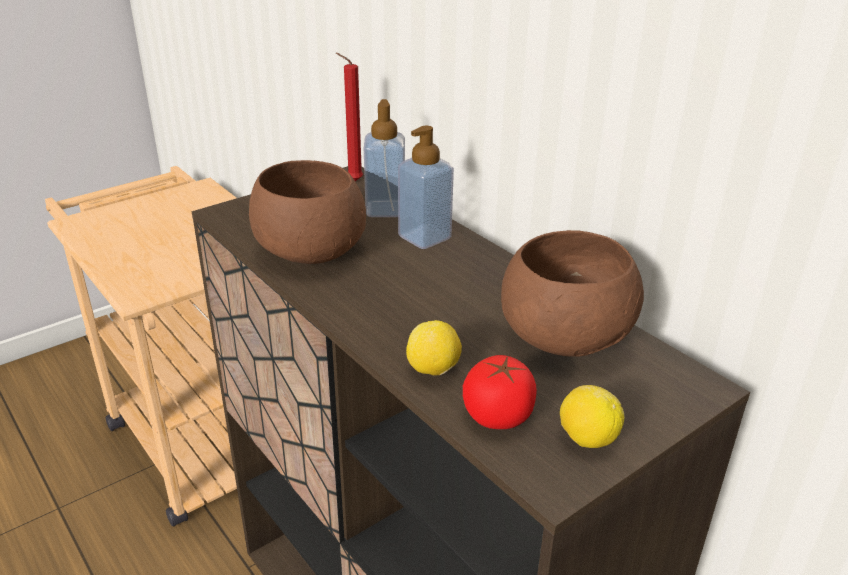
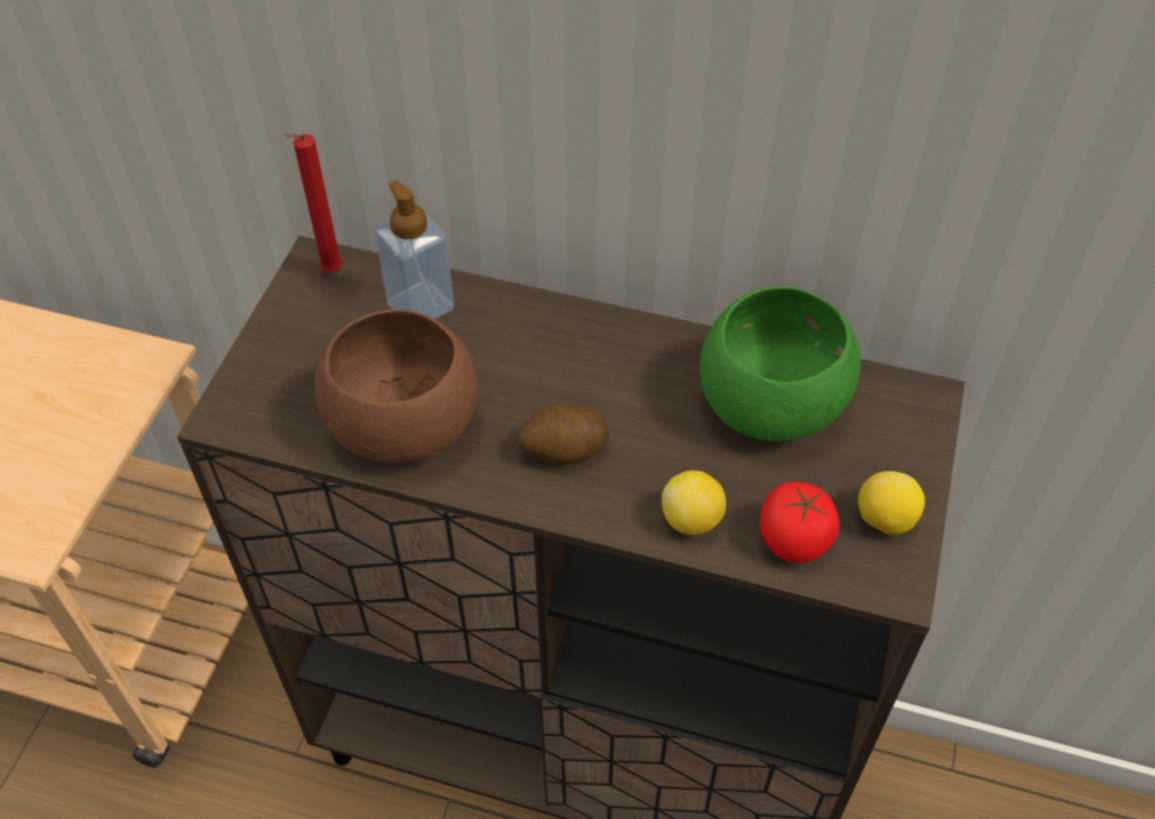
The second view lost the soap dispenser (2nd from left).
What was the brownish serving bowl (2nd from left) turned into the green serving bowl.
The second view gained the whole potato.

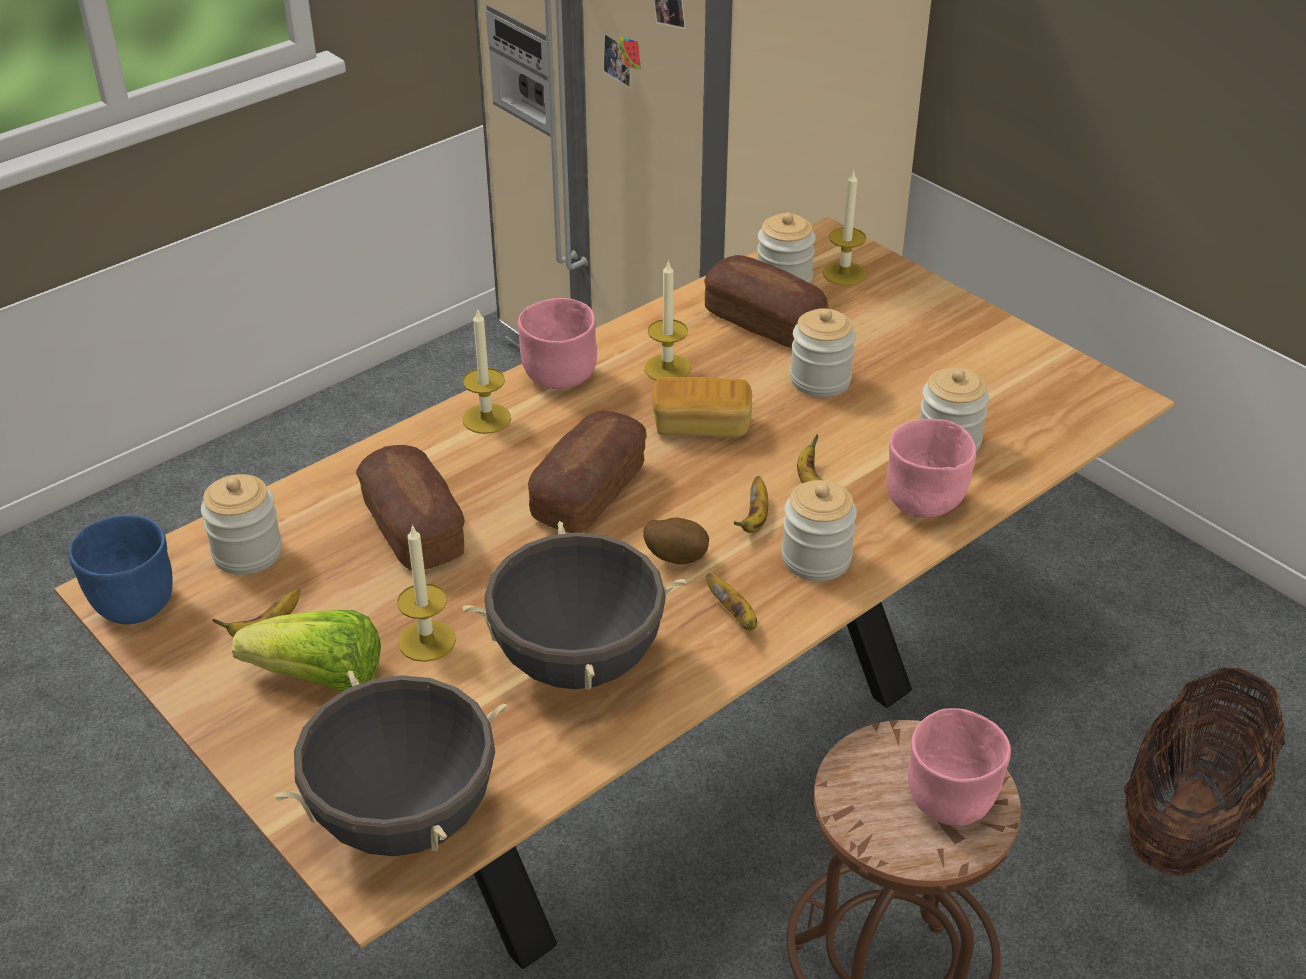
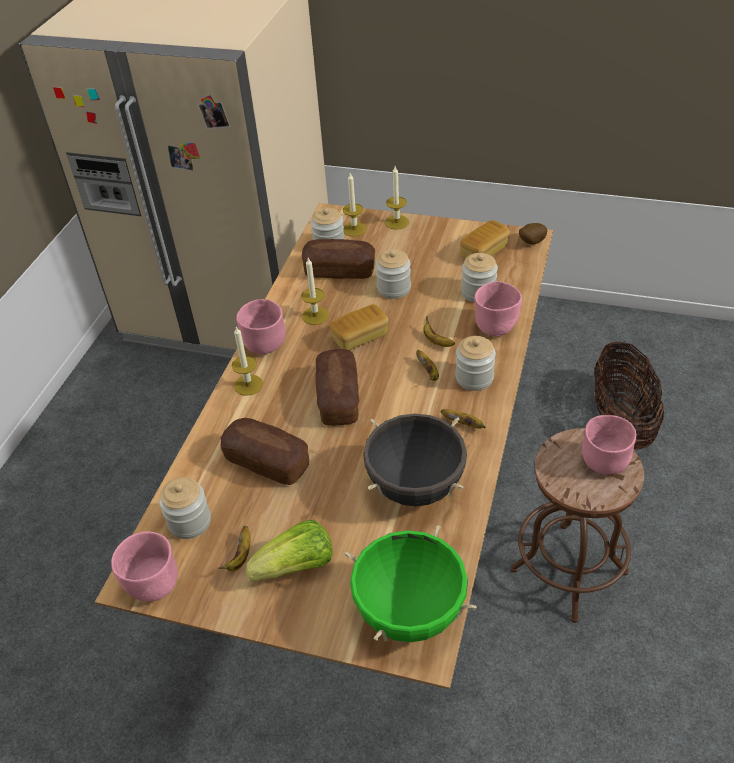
What was the bluish serving bowl turned into the pinkish serving bowl (1st from left).
The whole potato ended up elsewhere.
The candle (1st from left in the first image) ended up elsewhere.
What was the black-coloured saucepot (1st from left) turned into the green saucepot.
The second view gained the bread (5th from left).

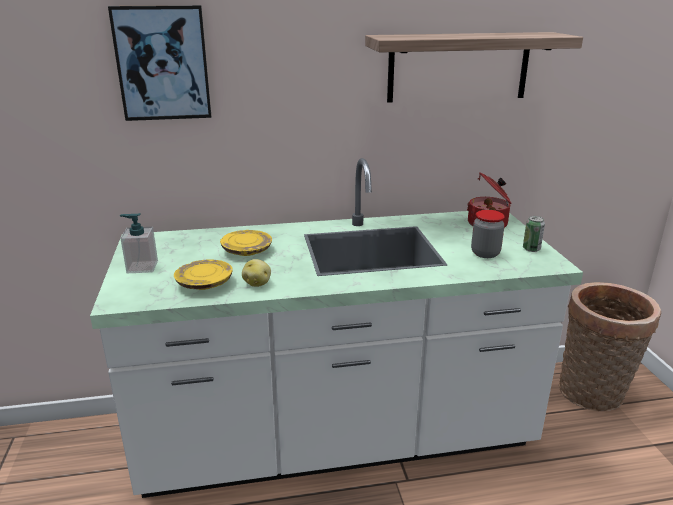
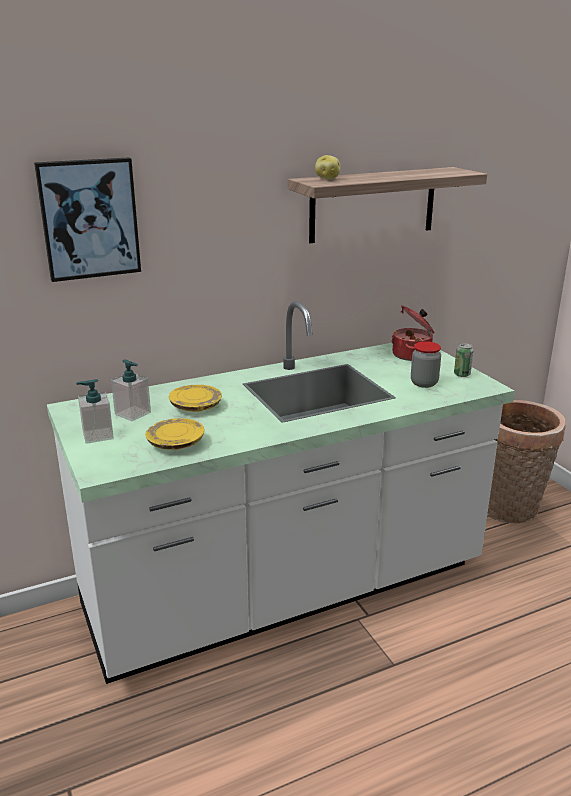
The whole potato ended up elsewhere.
The second view gained the soap dispenser (2nd from left).

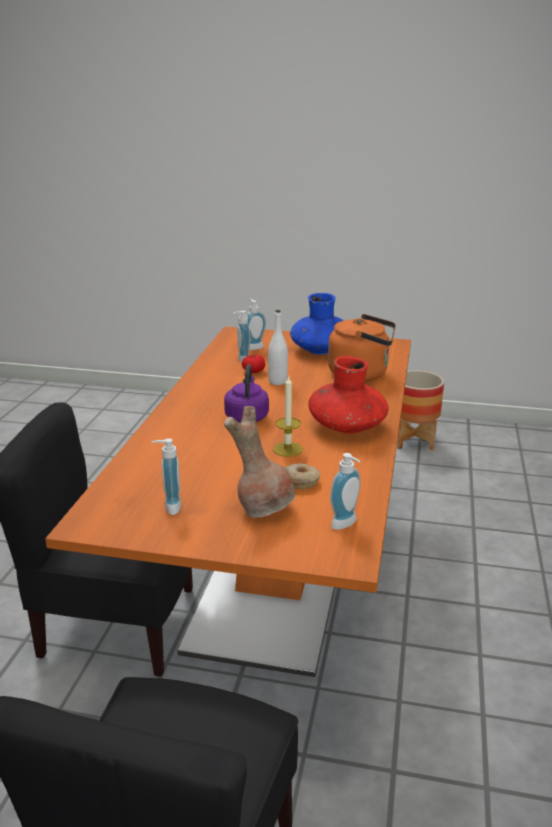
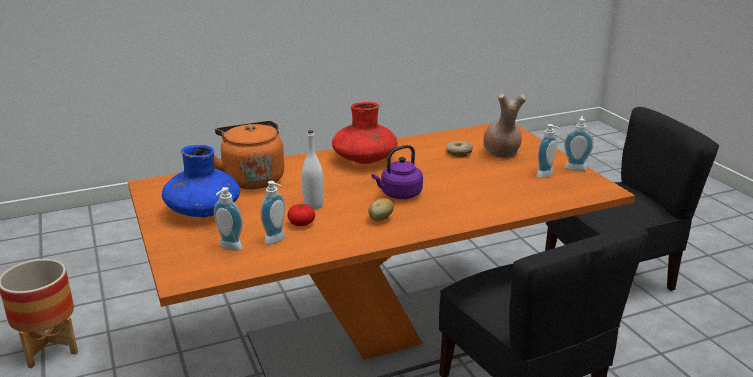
The second view lost the candle.
The soap dispenser (4th from left) ended up elsewhere.
The second view gained the whole potato.

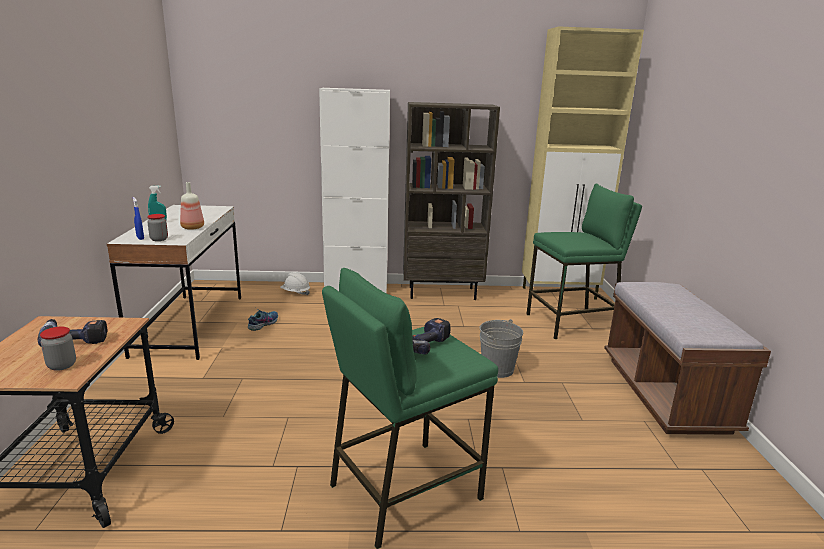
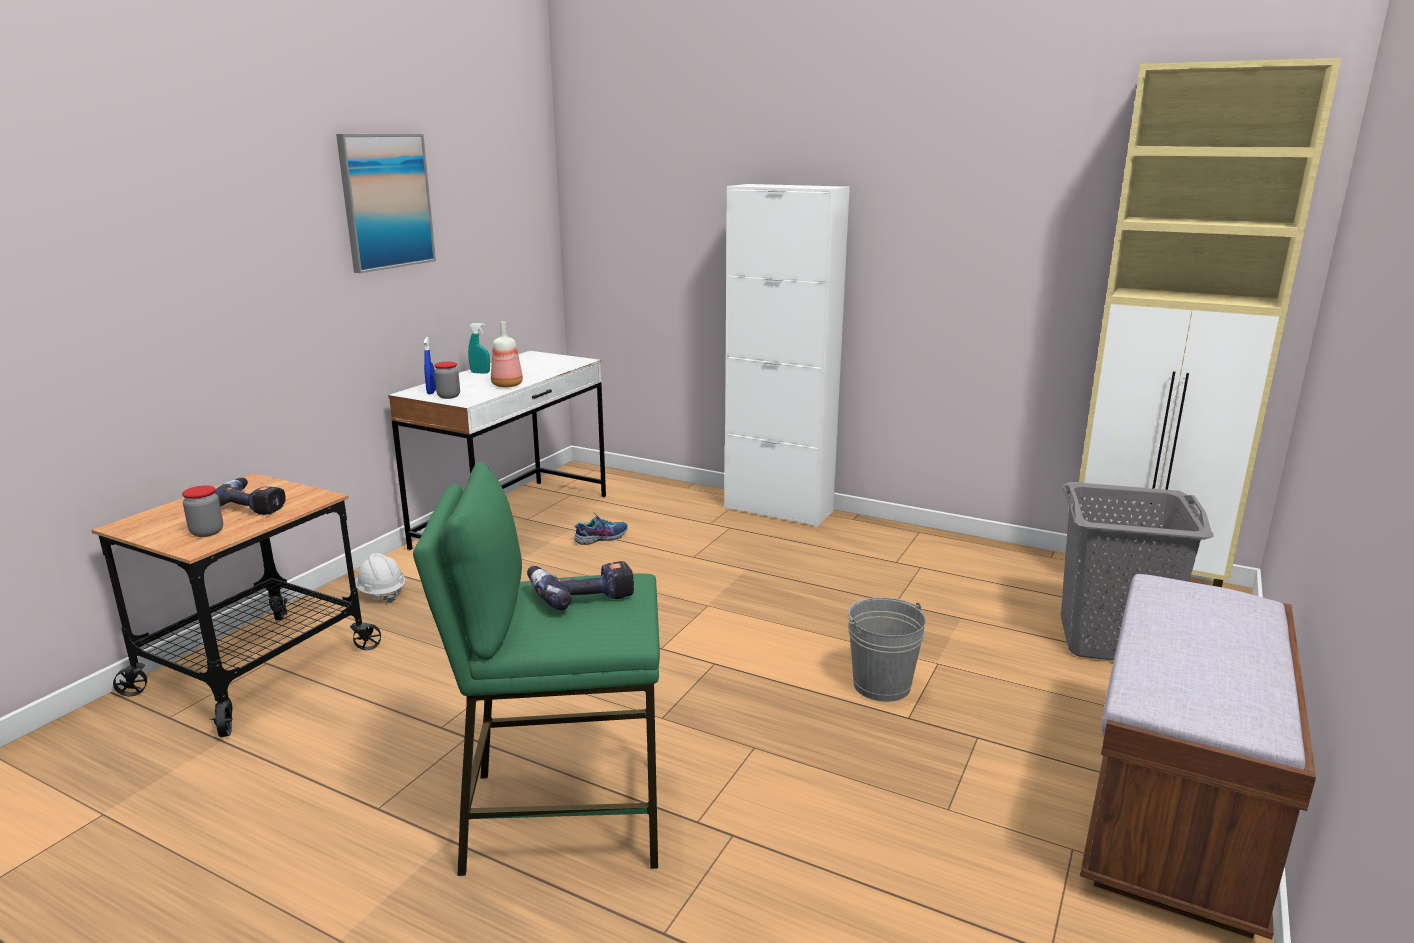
The second view lost the brownish shelving unit.
Where the green stool (2nd from left) stood, the gray laundry basket came to stand.
The white-coloured safety helmet ended up elsewhere.
The second view gained the wall art.

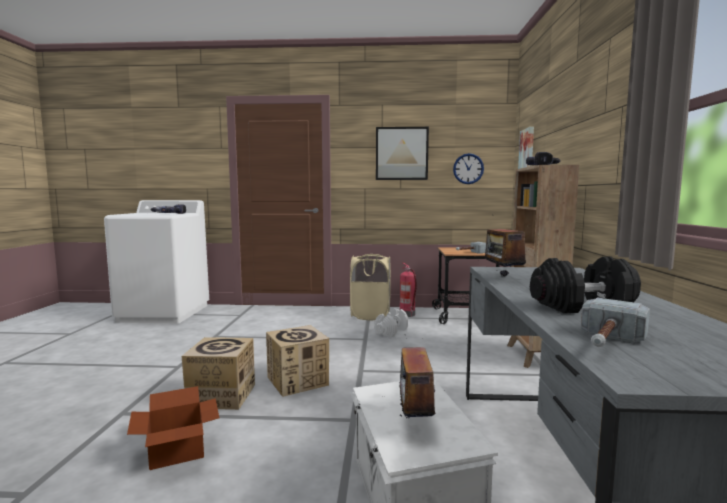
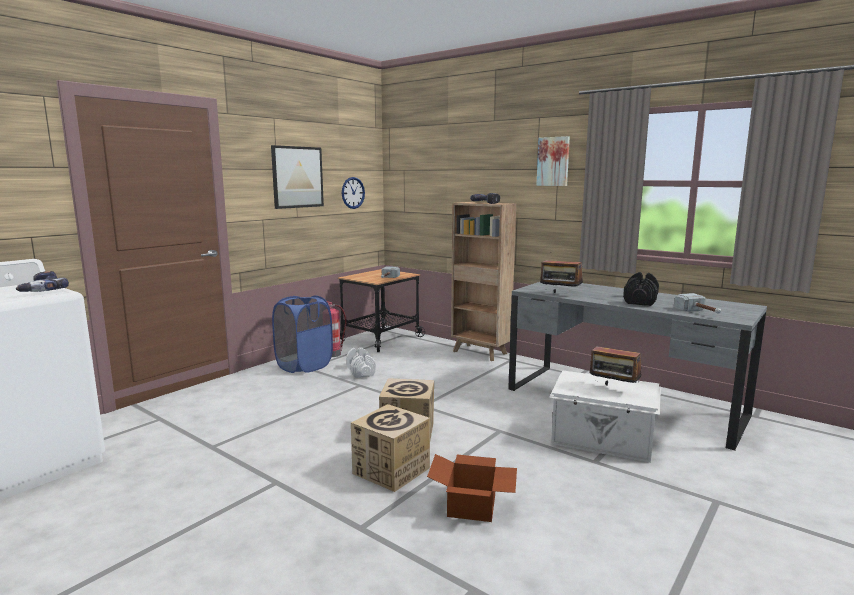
The wall art (2nd from left) ended up elsewhere.
What was the beige laundry basket turned into the bluish laundry basket.

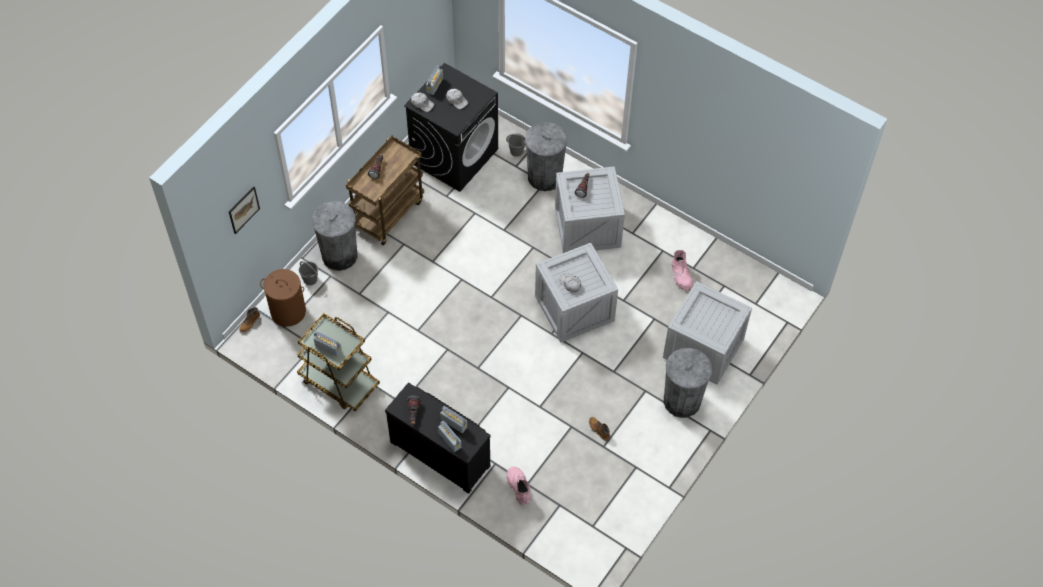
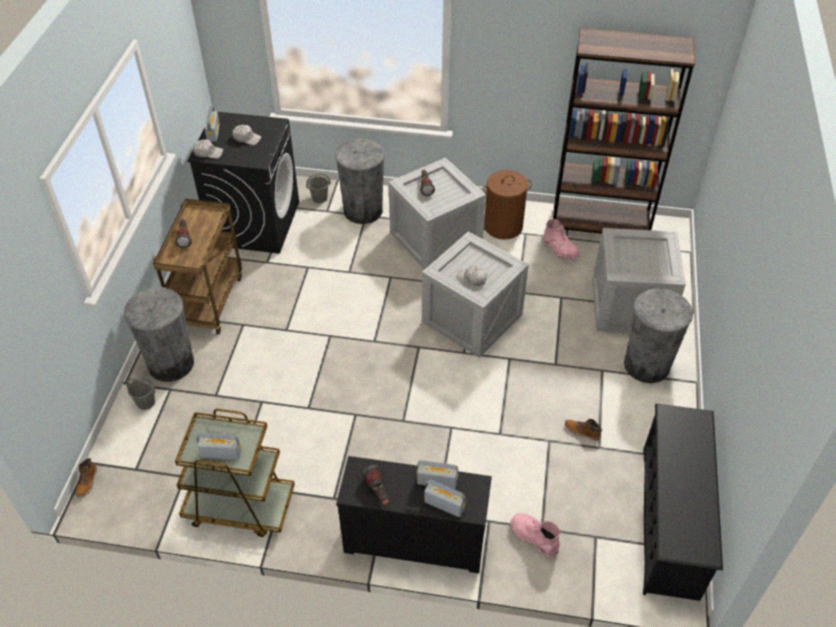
The second view lost the wall art.
The brownish laundry basket ended up elsewhere.
The second view gained the brownish shelving unit.
The second view gained the black-coloured shoe rack.

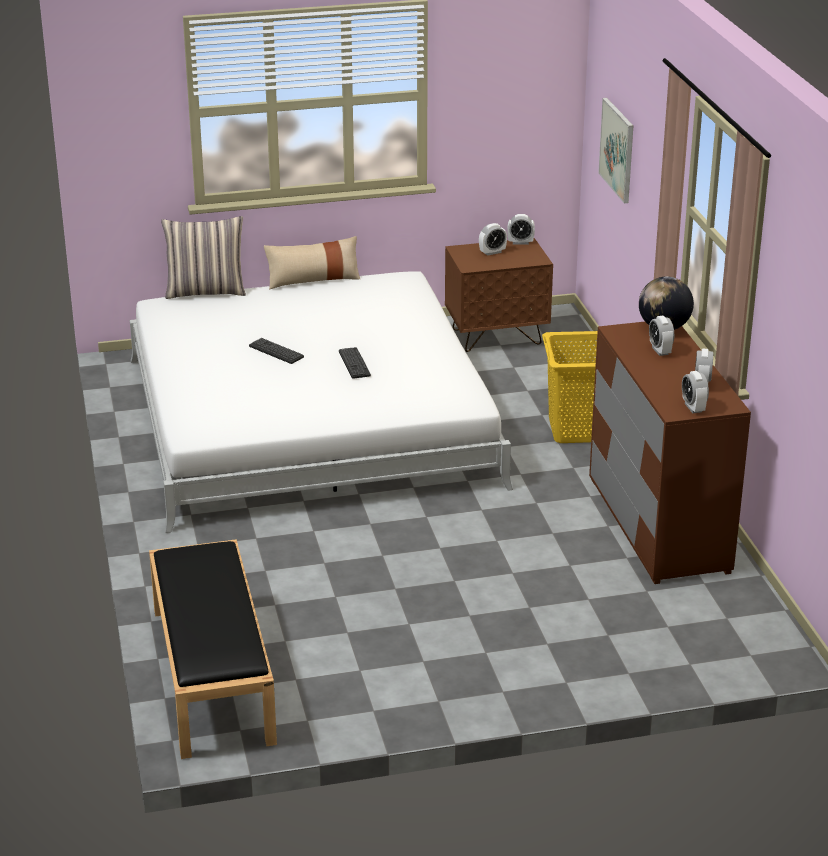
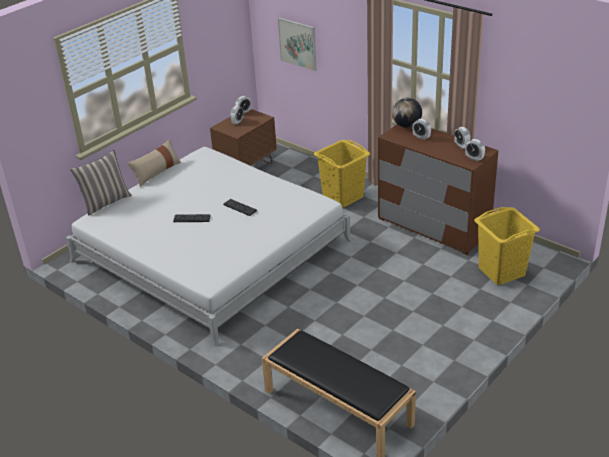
The second view gained the yellow laundry basket (2nd from left).

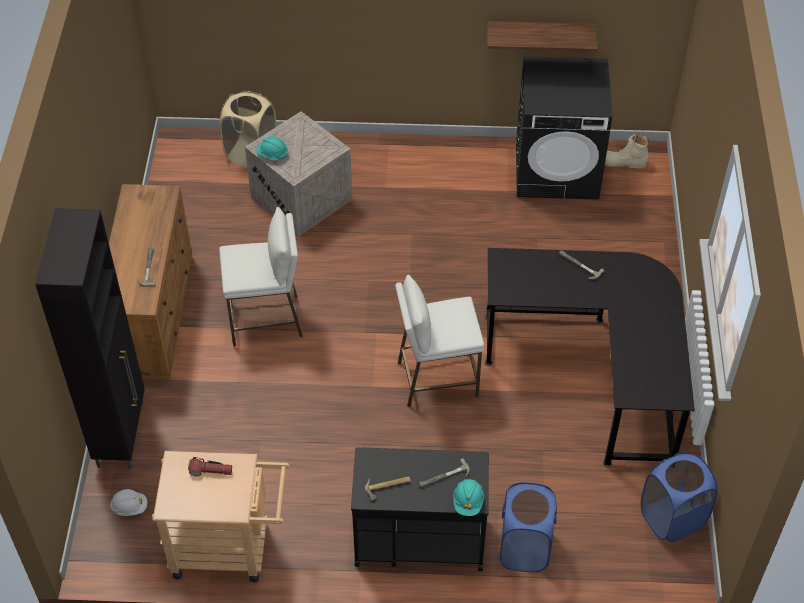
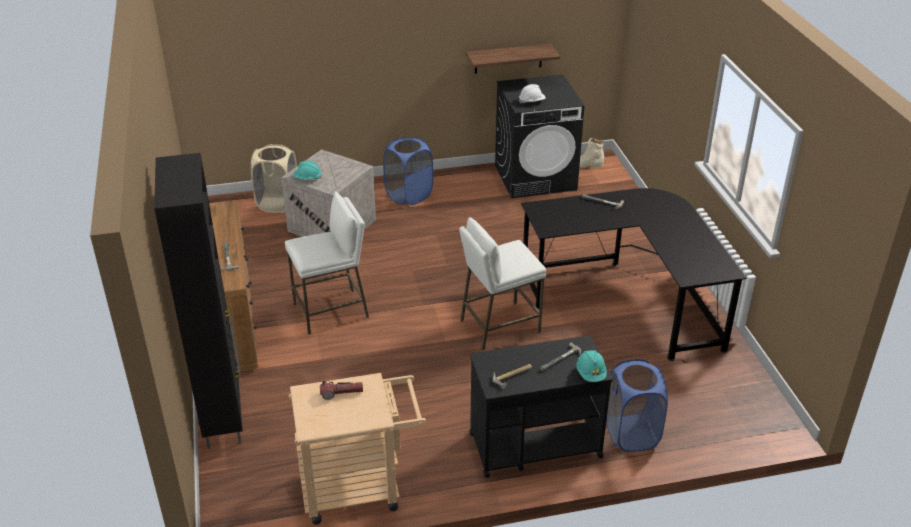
The bluish laundry basket (2nd from left in the first image) ended up elsewhere.
The white-coloured safety helmet ended up elsewhere.

